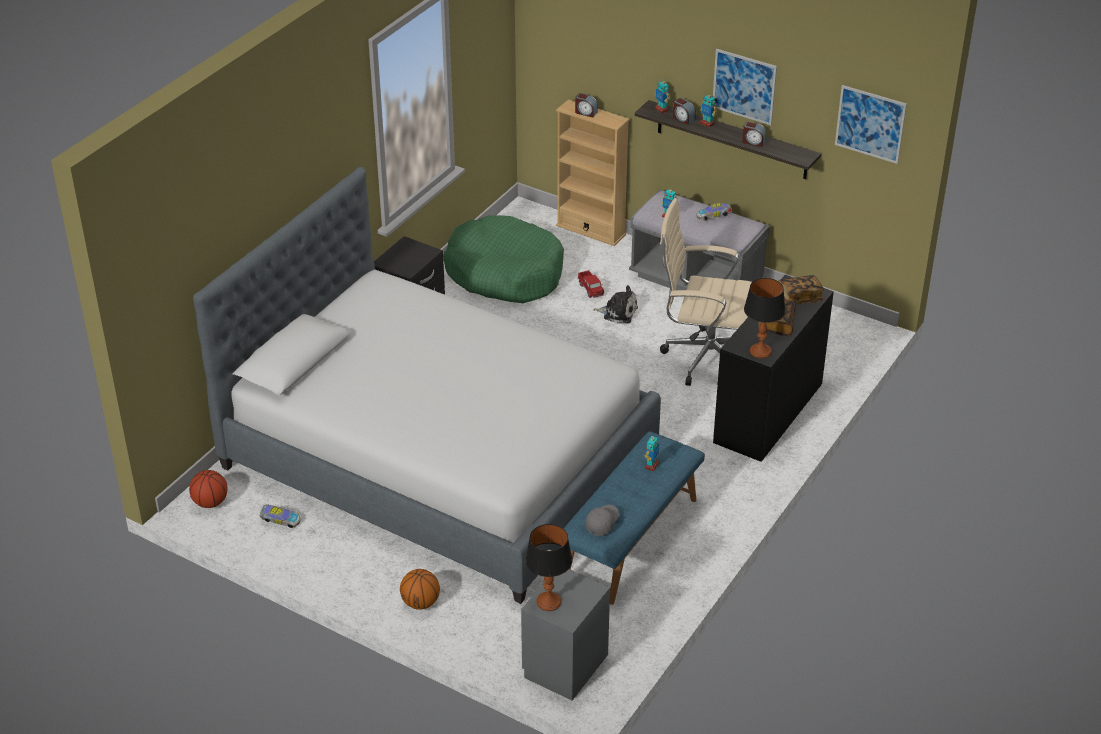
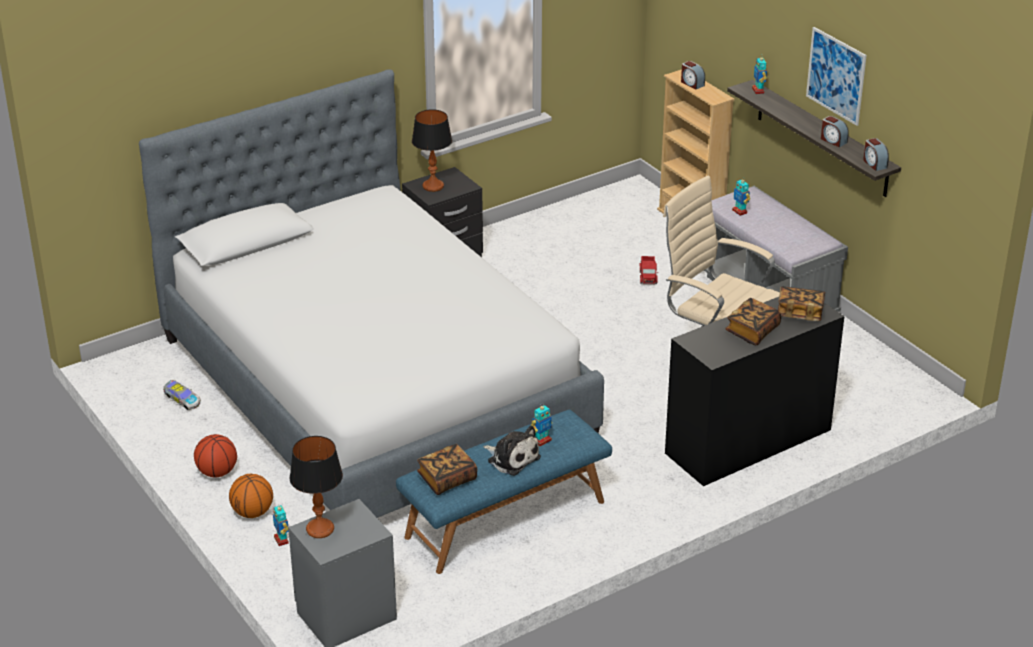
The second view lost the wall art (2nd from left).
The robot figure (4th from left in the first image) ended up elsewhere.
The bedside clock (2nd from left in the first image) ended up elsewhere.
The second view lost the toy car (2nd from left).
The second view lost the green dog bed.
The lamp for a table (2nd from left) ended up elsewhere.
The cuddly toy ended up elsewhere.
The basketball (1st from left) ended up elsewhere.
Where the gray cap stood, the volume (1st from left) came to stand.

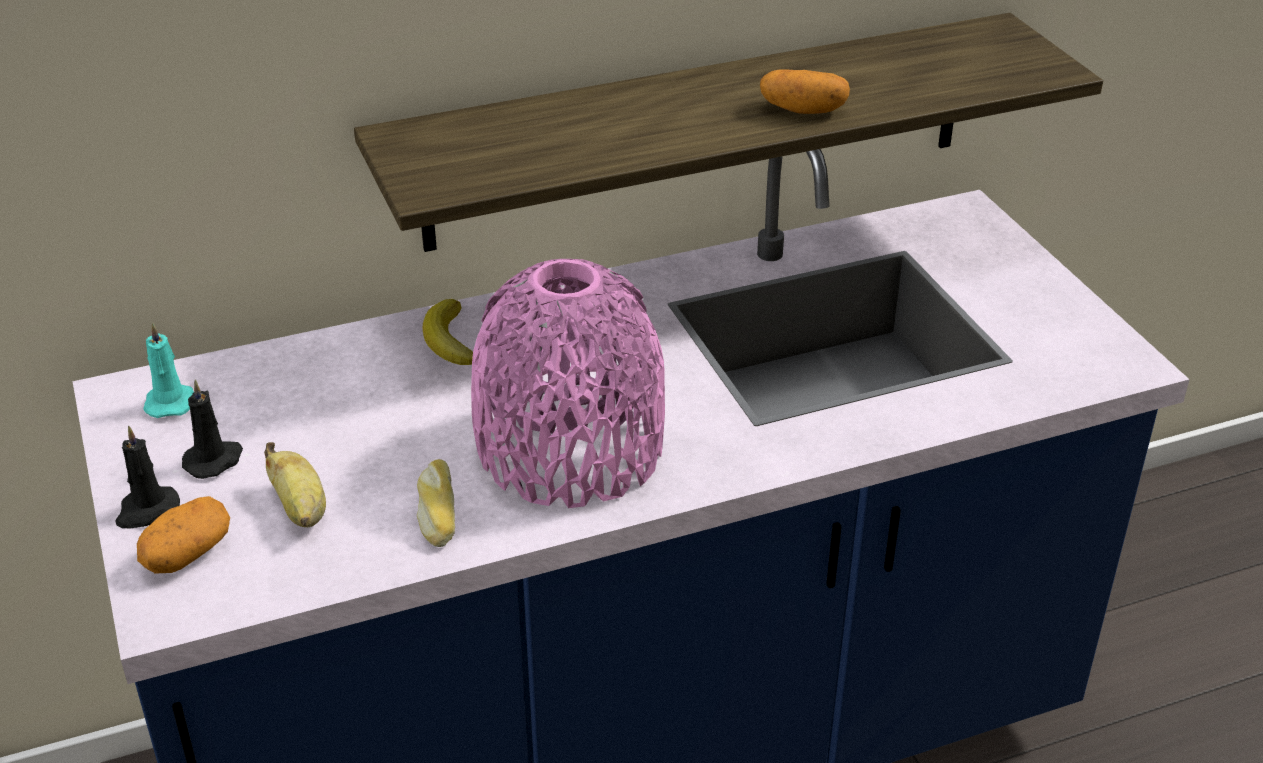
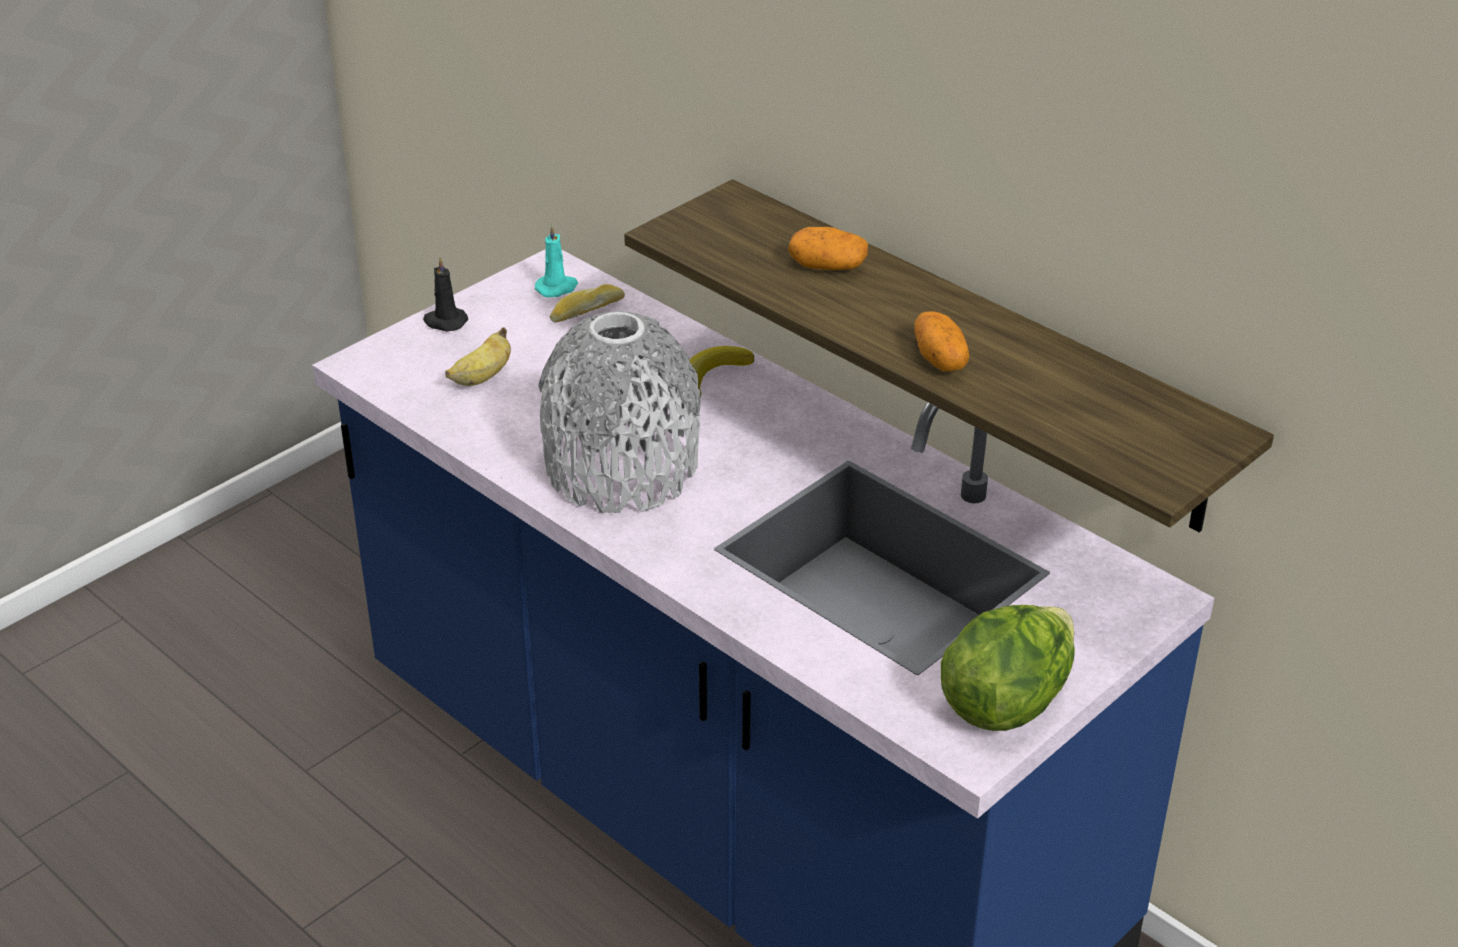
What was the pinkish vase turned into the gray vase.
The second view lost the black-coloured candle (2nd from left).
The bread ended up elsewhere.
The whole potato (1st from left) ended up elsewhere.
The second view gained the lettuce head.

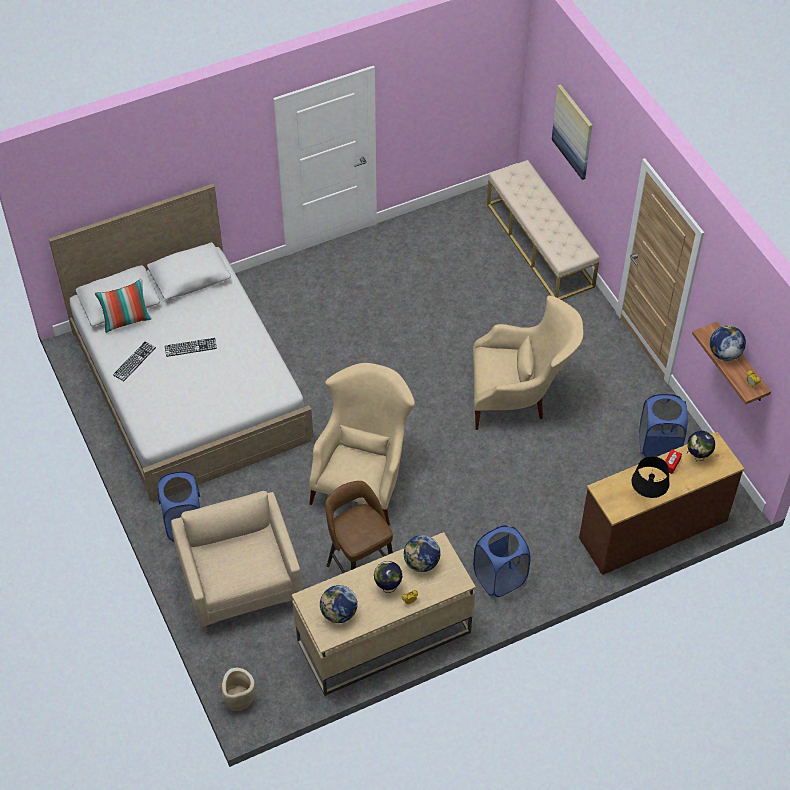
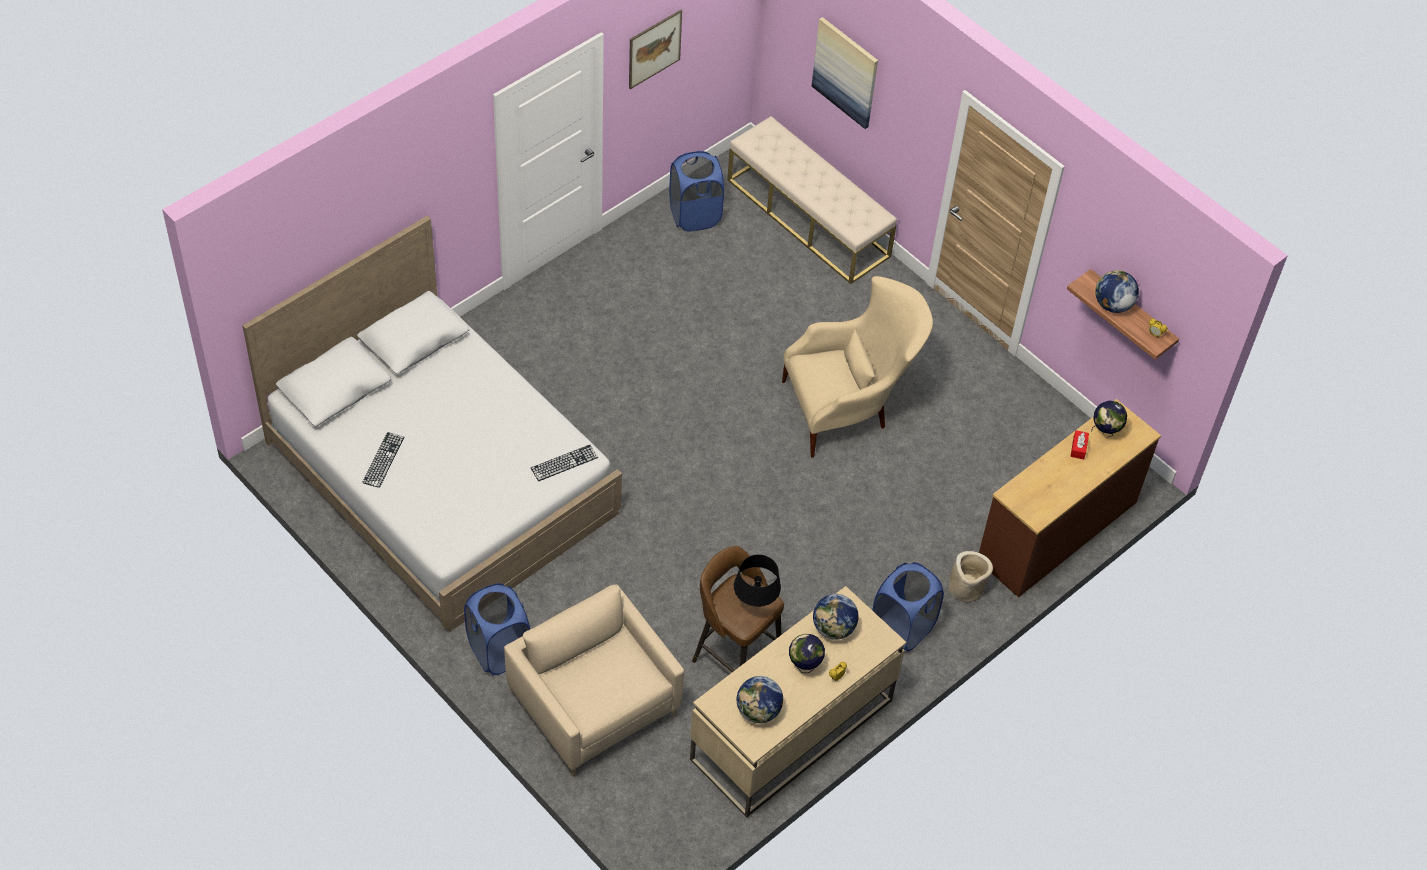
The second view lost the throw pillow.
The keyboard (2nd from left) ended up elsewhere.
The second view lost the beige easy chair (2nd from left).
The bluish laundry basket (3rd from left in the first image) ended up elsewhere.
The black-coloured lamp for a table ended up elsewhere.
The beige flower pot ended up elsewhere.
The second view gained the wall art (1st from left).

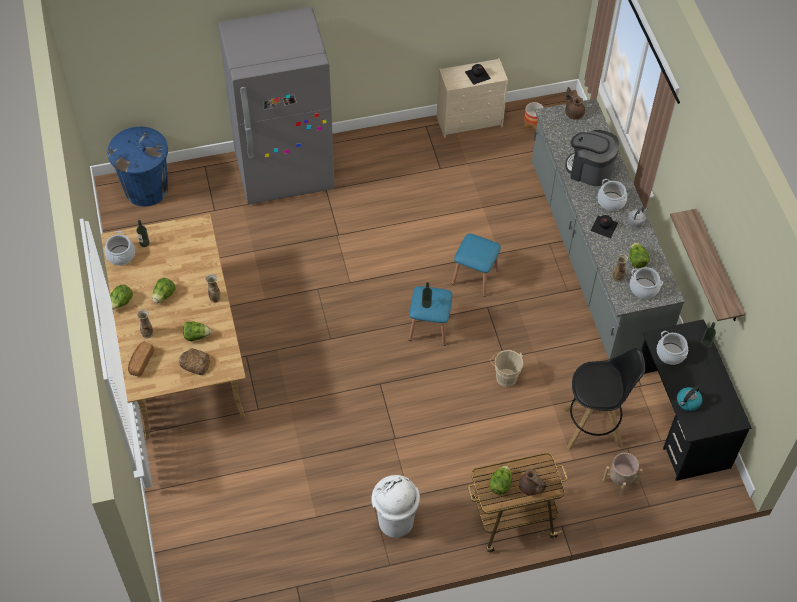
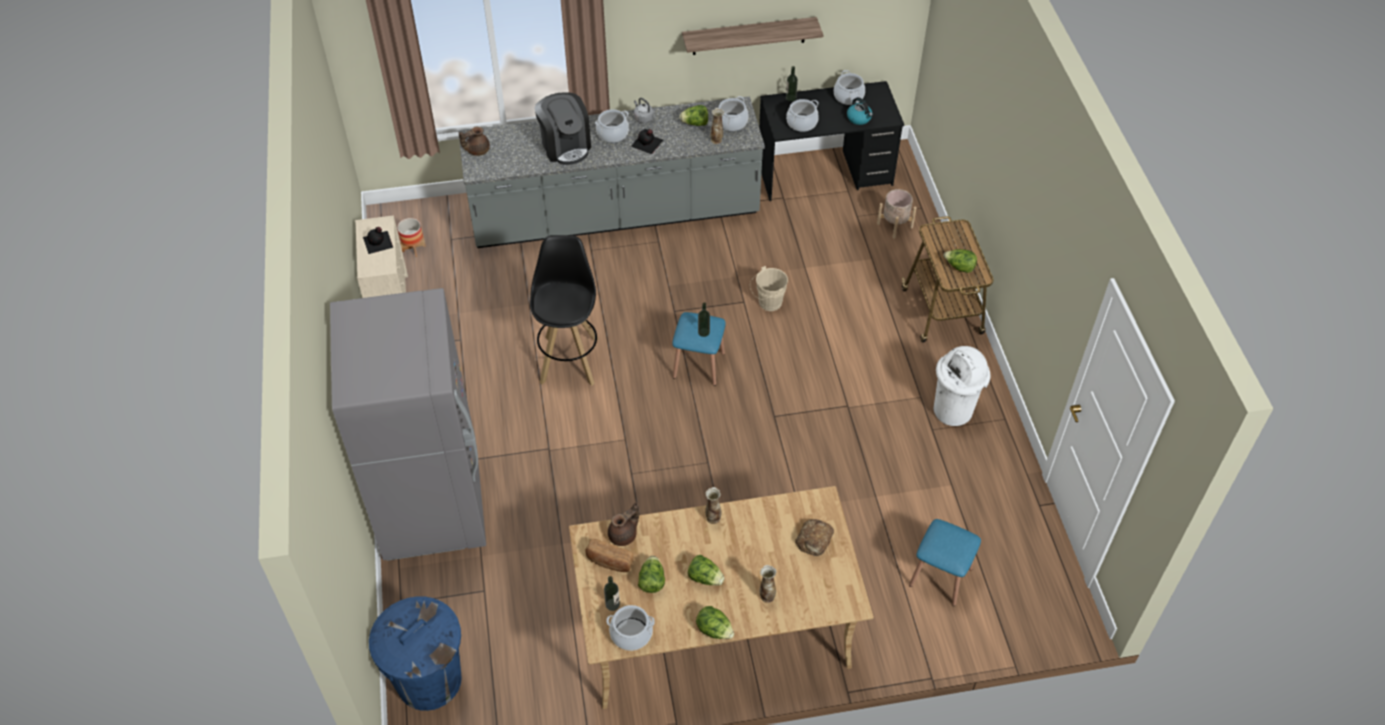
The coffee machine ended up facing another way, 60 degrees counterclockwise from before.
The bluish stool (2nd from left) ended up elsewhere.
The lettuce head (3rd from left in the first image) ended up elsewhere.
The bread (1st from left) ended up elsewhere.
The black-coloured stool ended up elsewhere.
The brownish teapot (1st from left in the first image) ended up elsewhere.
The second view gained the saucepot (5th from left).

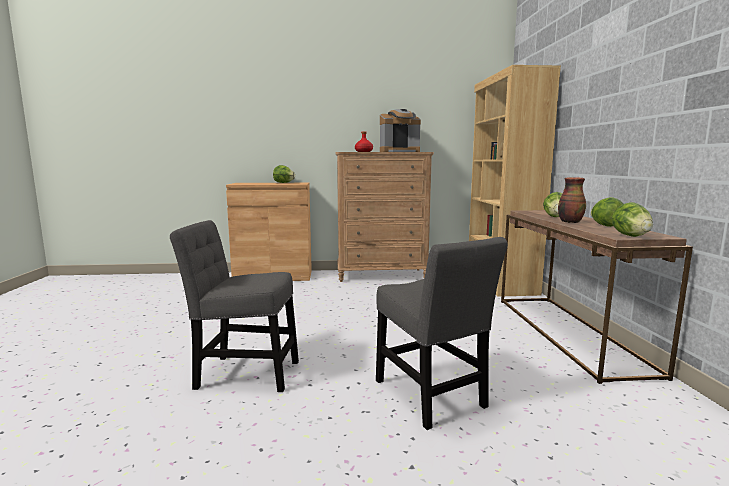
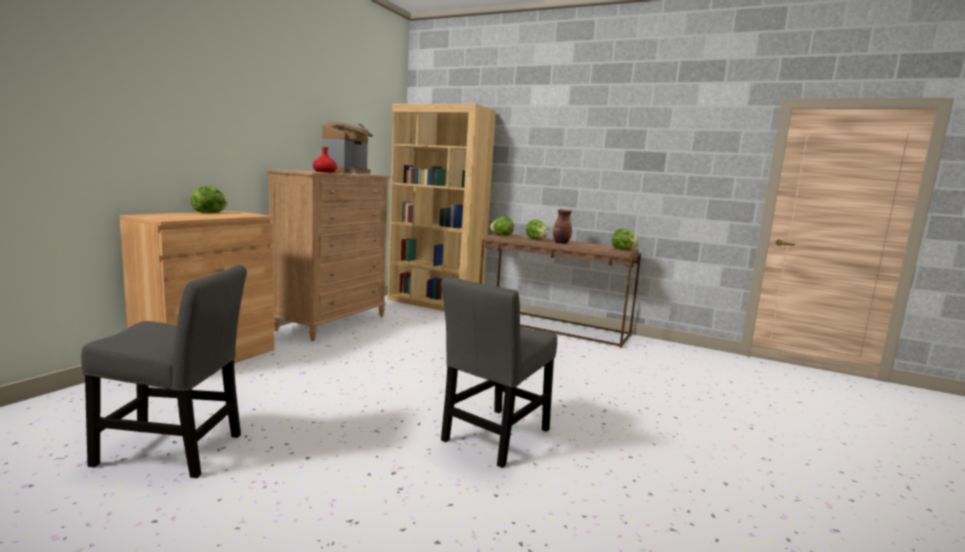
The lettuce head (3rd from left in the first image) ended up elsewhere.
The gray upright chair (2nd from left in the first image) ended up elsewhere.

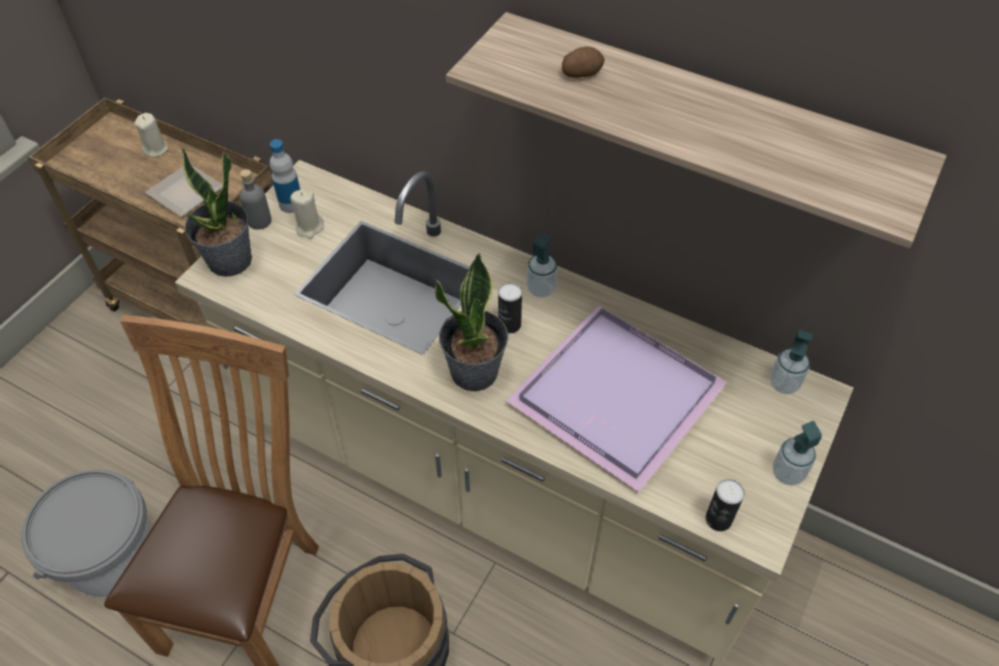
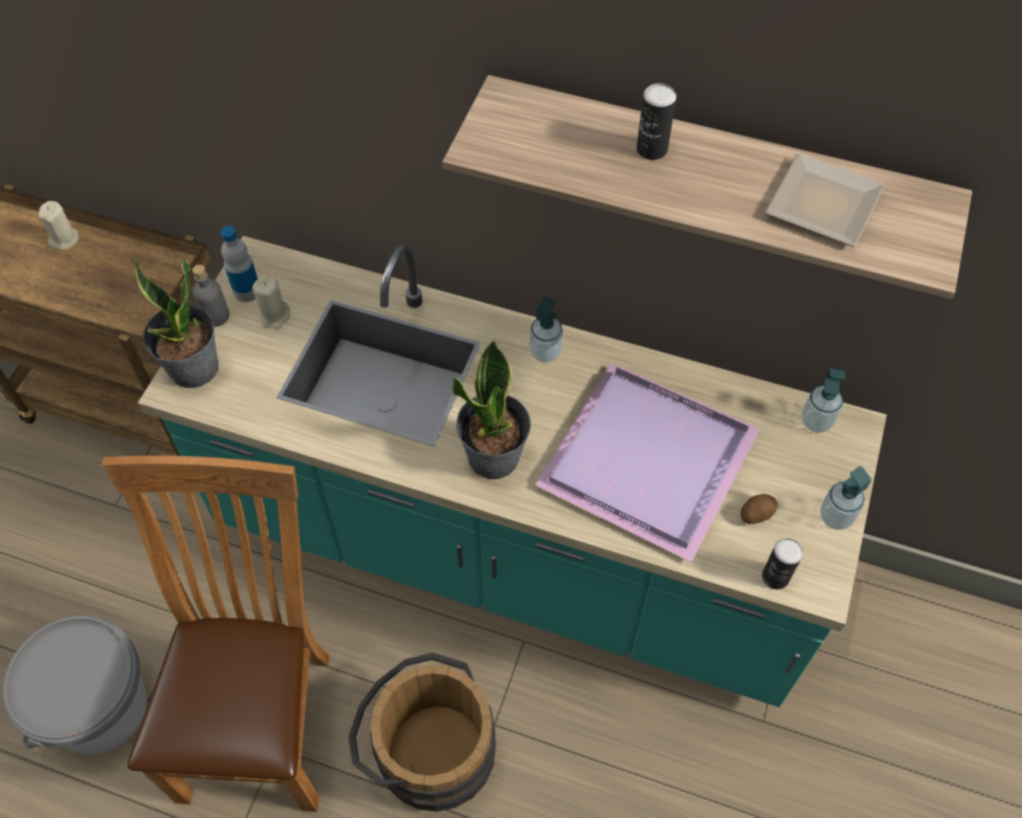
The whole potato ended up elsewhere.
What was the beige counter turned into the blue-green counter.
The flat dish ended up elsewhere.
The can (1st from left) ended up elsewhere.

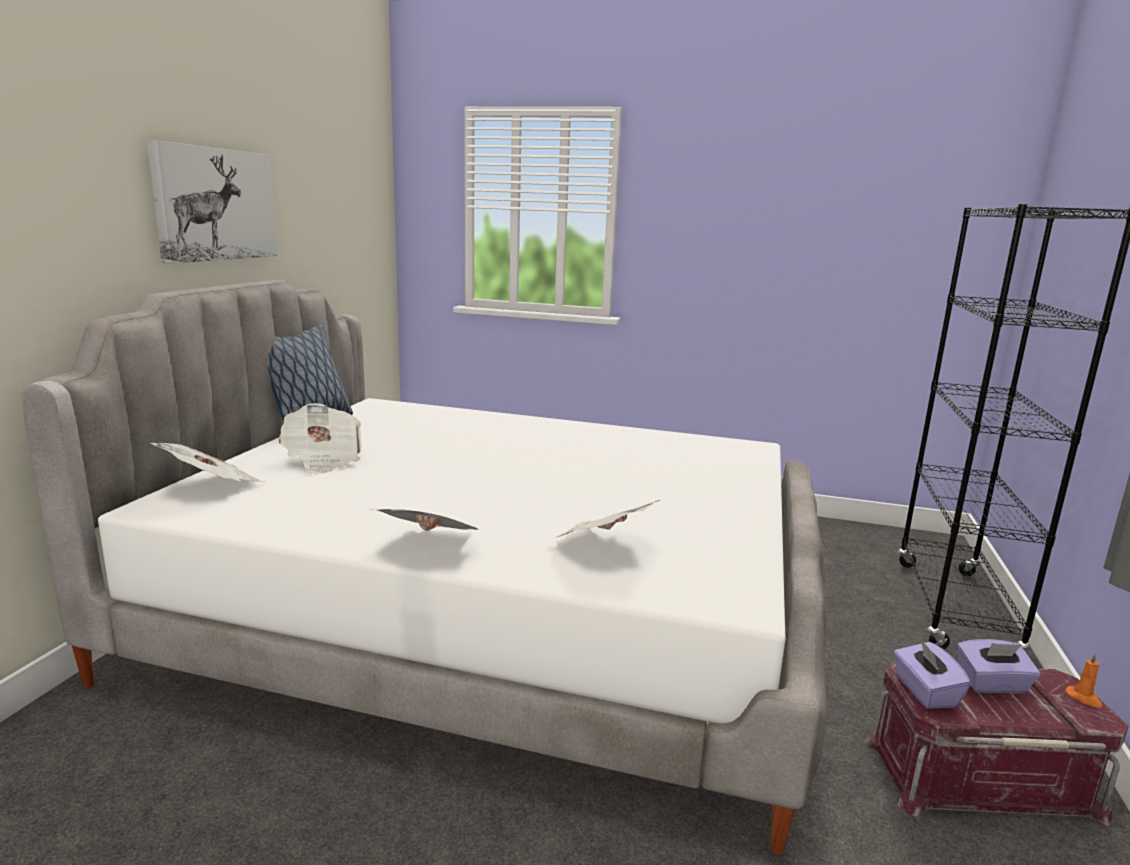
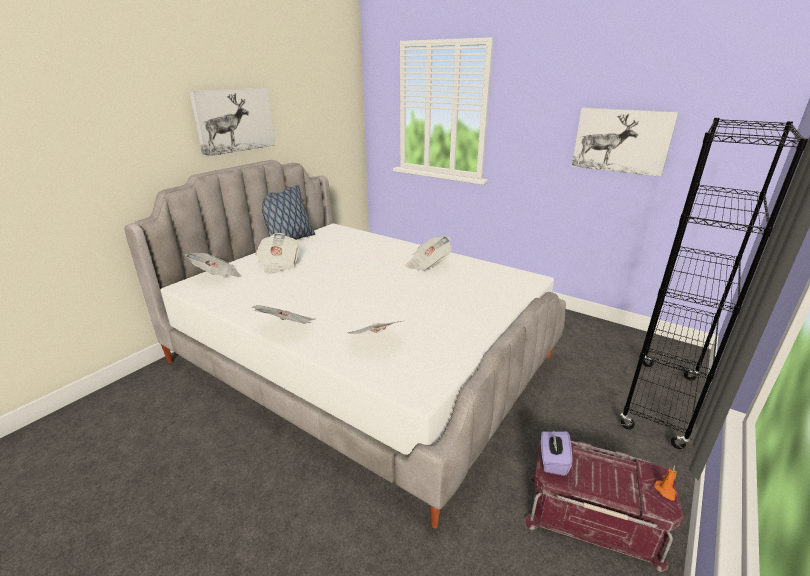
The second view lost the purple tissue holder (2nd from left).
The second view gained the wall art (2nd from left).
The second view gained the printed paper (5th from left).

